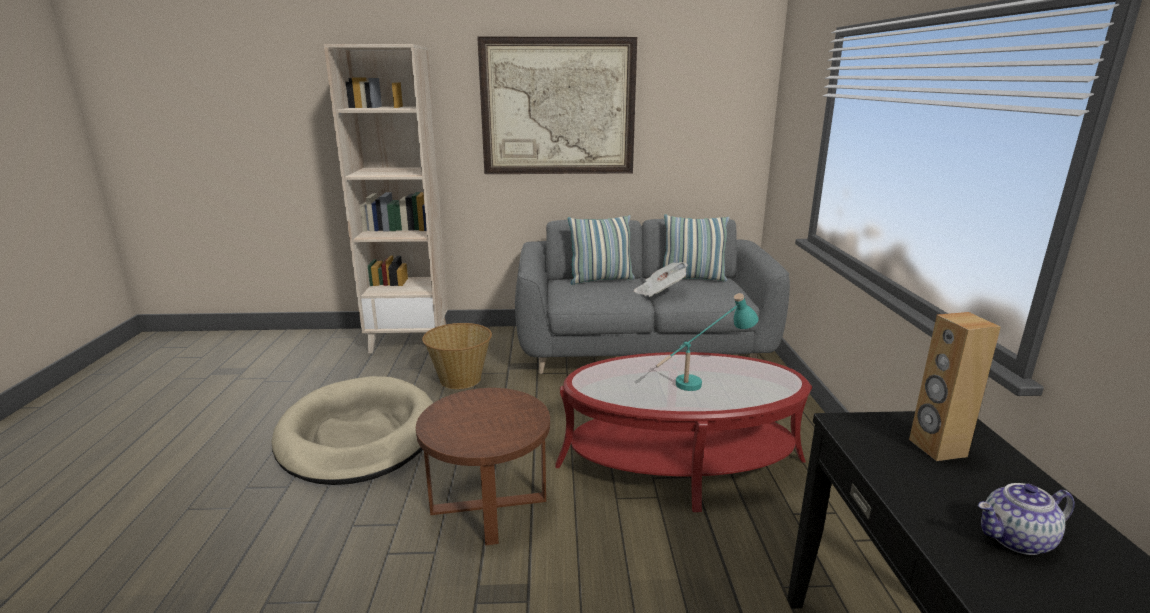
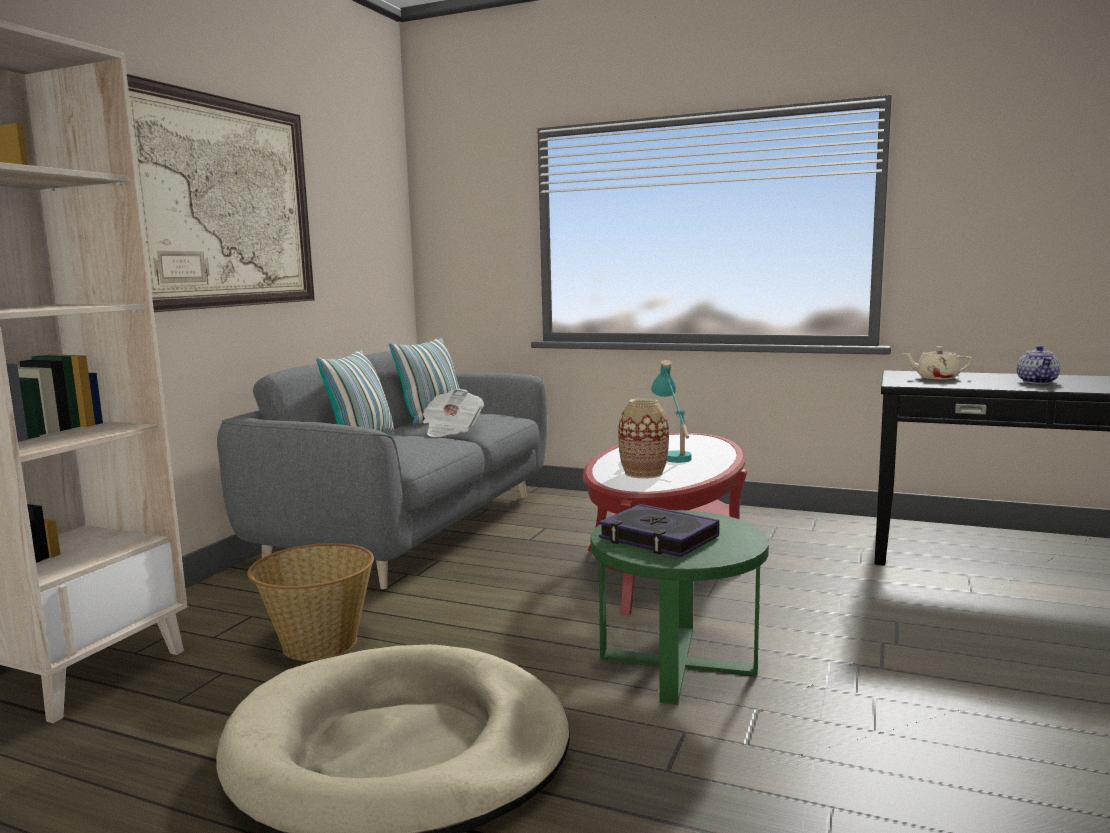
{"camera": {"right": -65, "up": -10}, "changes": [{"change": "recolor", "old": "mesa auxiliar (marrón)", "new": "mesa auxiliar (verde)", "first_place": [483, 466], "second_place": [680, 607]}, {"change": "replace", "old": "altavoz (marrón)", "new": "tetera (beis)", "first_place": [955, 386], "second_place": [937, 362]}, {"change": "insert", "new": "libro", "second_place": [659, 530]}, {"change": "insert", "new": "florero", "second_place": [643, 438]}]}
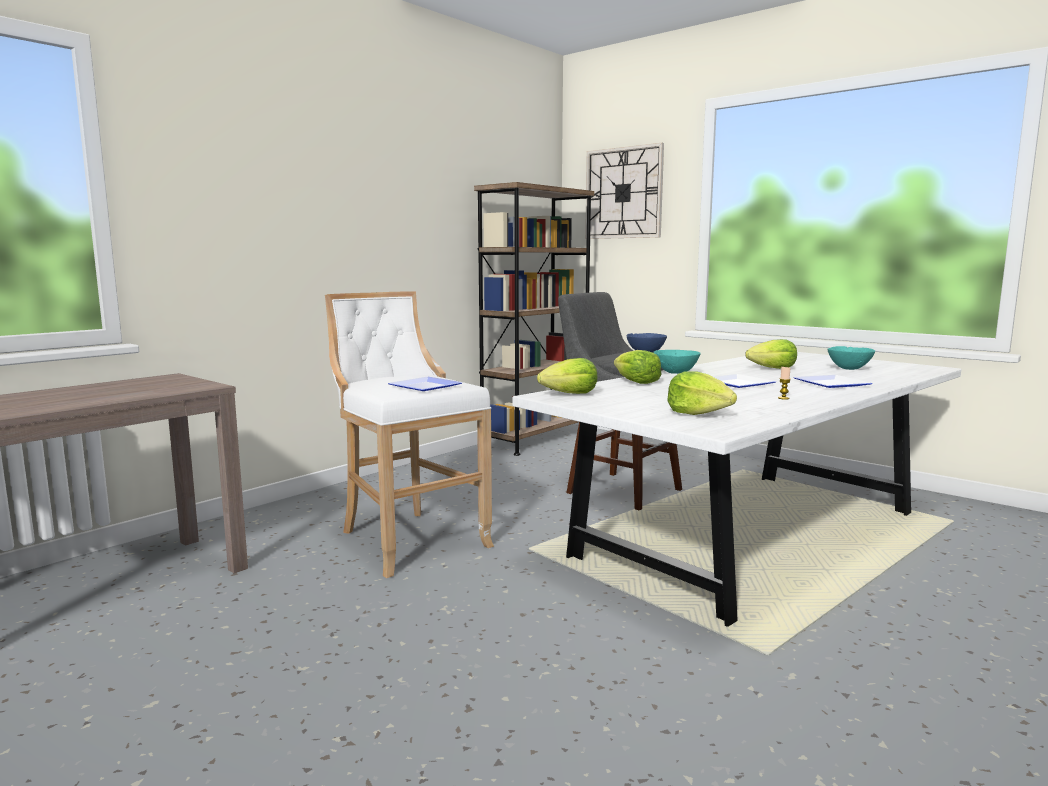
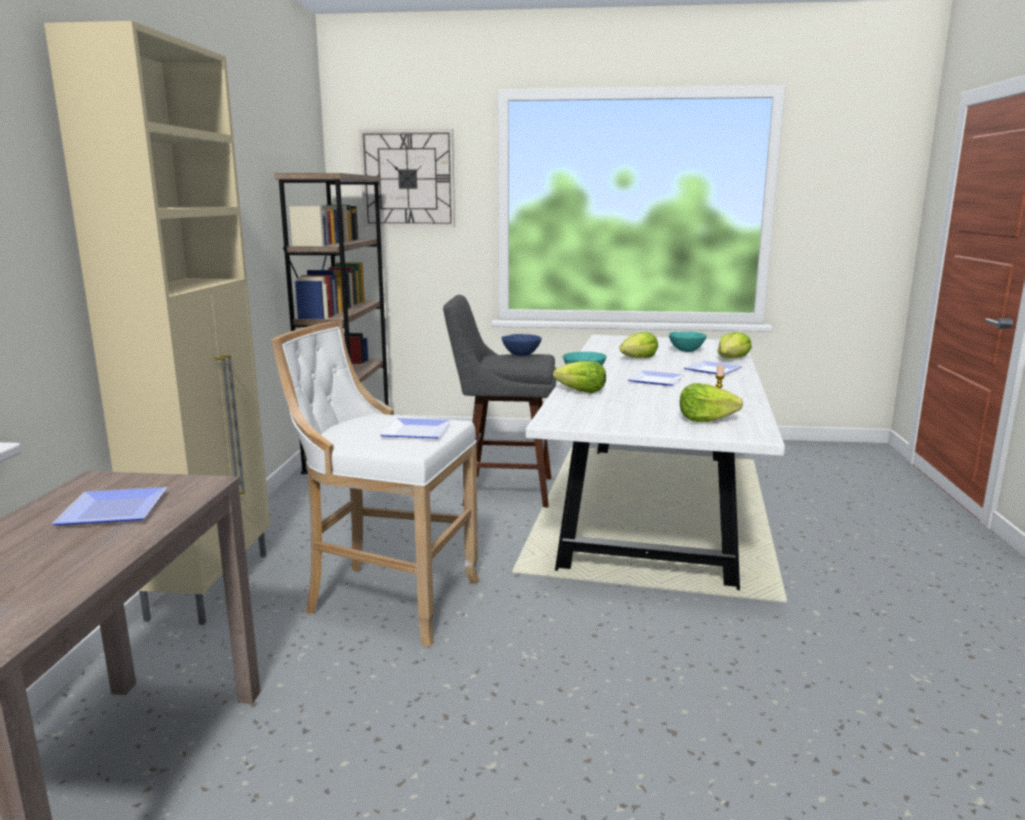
{"camera": {"right": -35, "up": 5}, "changes": [{"change": "move", "old": "lechuga", "first_place": [567, 376], "second_place": [734, 345]}, {"change": "insert", "new": "armario (beis)", "second_place": [157, 323]}, {"change": "insert", "new": "plato", "second_place": [109, 506]}]}
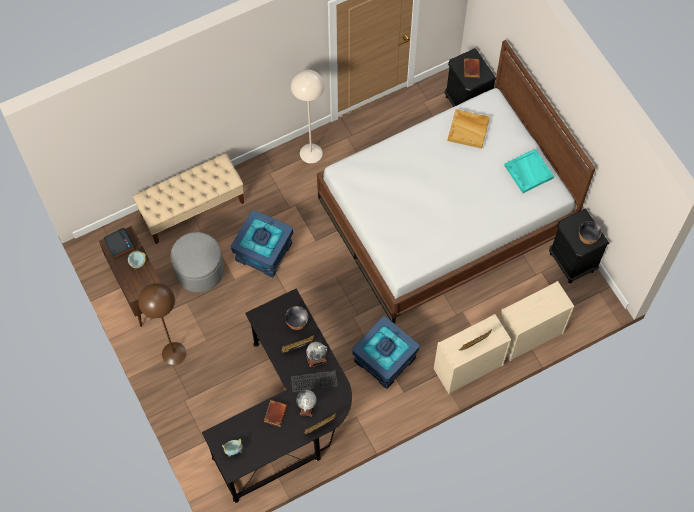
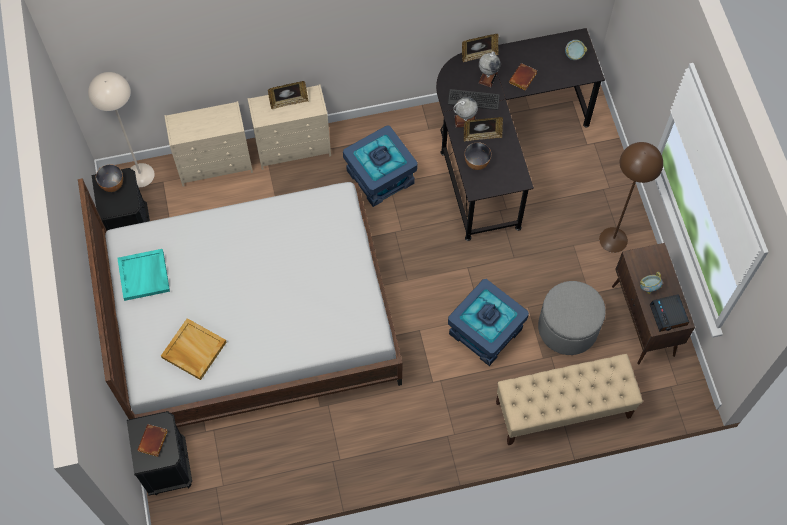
{"camera": {"right": -165, "up": 0}, "changes": [{"change": "move", "old": "lámpara de pie (beis)", "first_place": [308, 116], "second_place": [121, 129]}]}
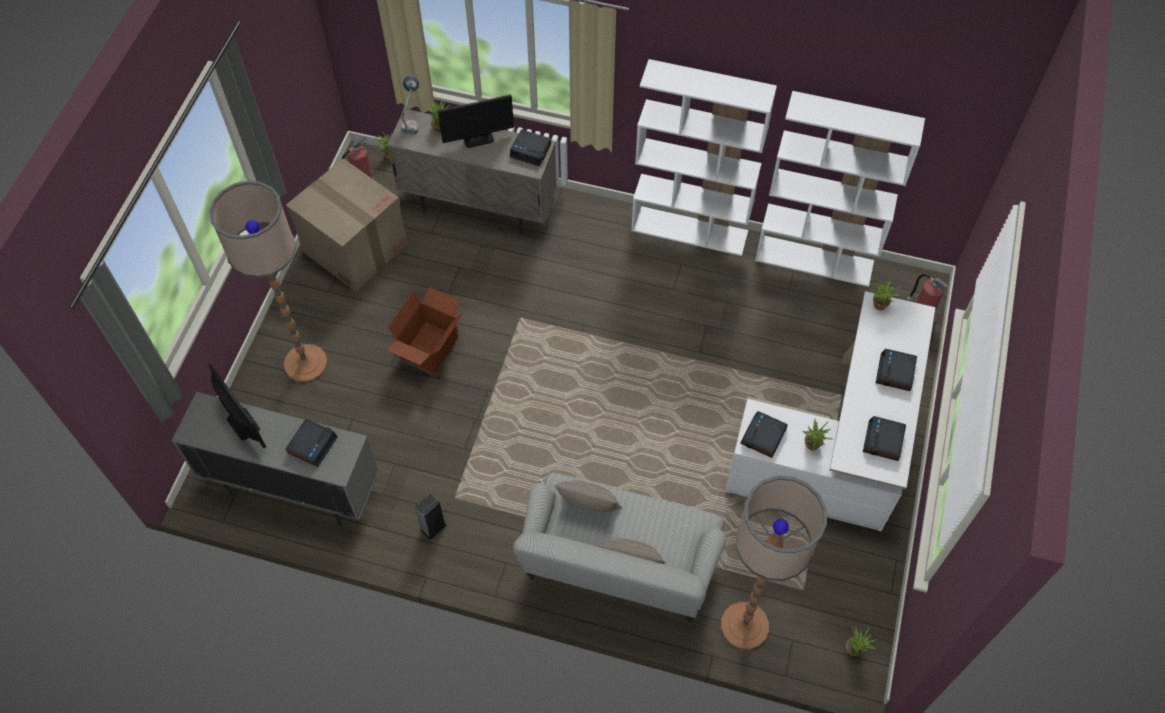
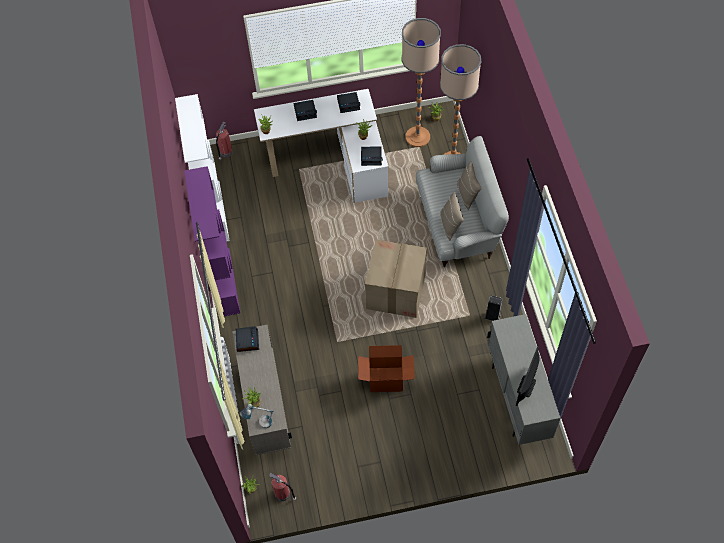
{"camera": {"right": -115, "up": 0}, "changes": [{"change": "move", "old": "lámpara de pie", "first_place": [268, 281], "second_place": [421, 82]}, {"change": "move", "old": "caja de cartón", "first_place": [347, 225], "second_place": [396, 279]}, {"change": "delete", "old": "despertador", "first_place": [311, 443]}, {"change": "delete", "old": "monitor", "first_place": [476, 121]}, {"change": "recolor", "old": "estantería (blanco)", "new": "estantería (morado)", "first_place": [704, 157], "second_place": [212, 241]}]}
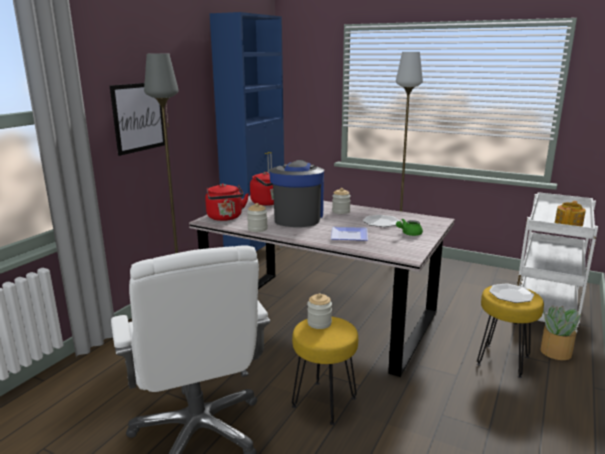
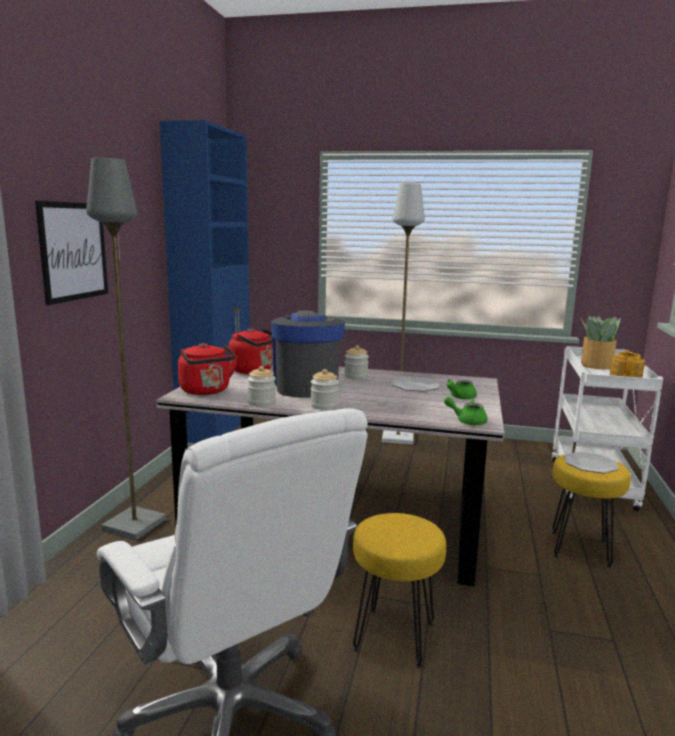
{"camera": {"right": -15, "up": -5}, "changes": [{"change": "move", "old": "tarro", "first_place": [319, 311], "second_place": [324, 389]}, {"change": "delete", "old": "plato", "first_place": [349, 234]}, {"change": "move", "old": "planta en maceta", "first_place": [560, 333], "second_place": [600, 342]}, {"change": "insert", "new": "tetera (verde)", "second_place": [466, 411]}]}
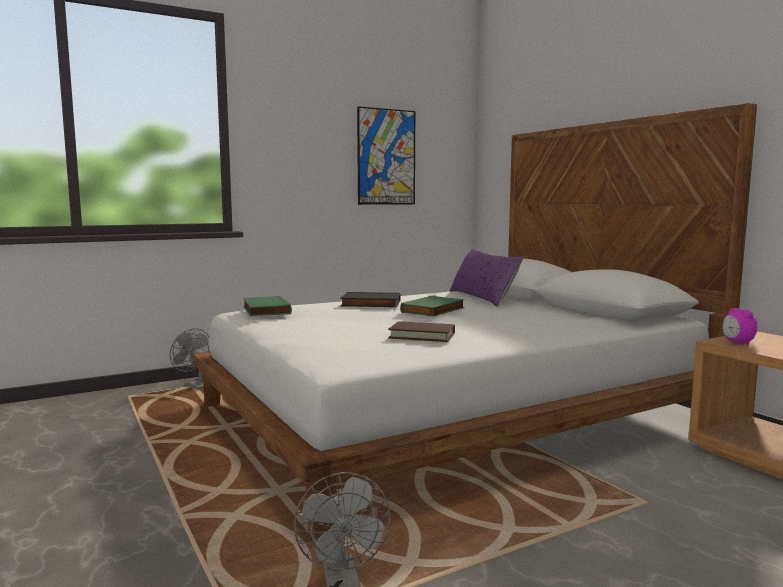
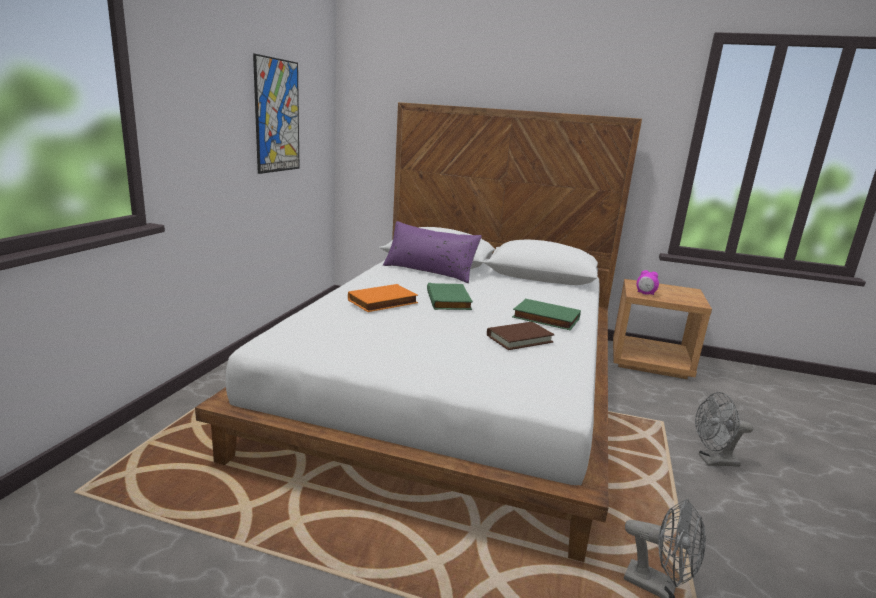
{"camera": {"right": -45, "up": 10}, "changes": [{"change": "move", "old": "ventilador (gris)", "first_place": [190, 359], "second_place": [724, 429]}, {"change": "move", "old": "libro (verde)", "first_place": [267, 306], "second_place": [546, 314]}, {"change": "recolor", "old": "libro (negro)", "new": "libro (naranja)", "first_place": [370, 299], "second_place": [383, 298]}]}
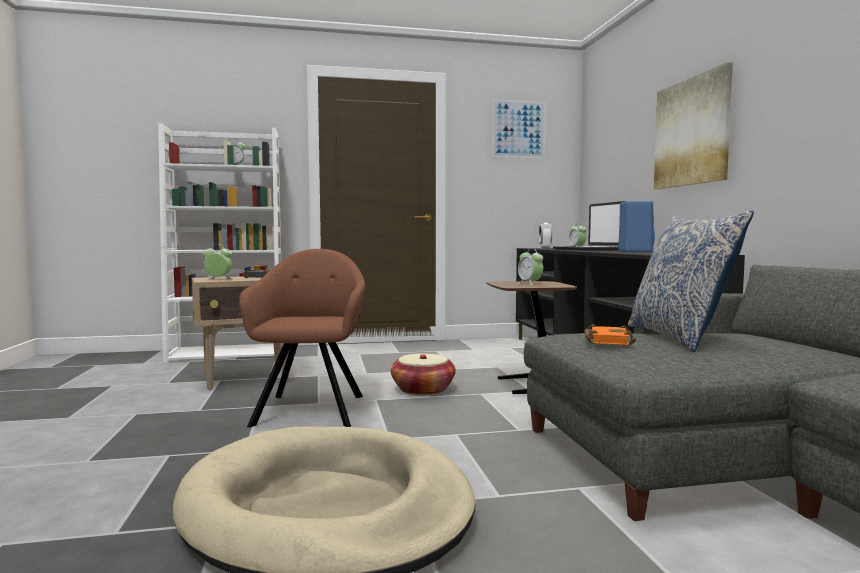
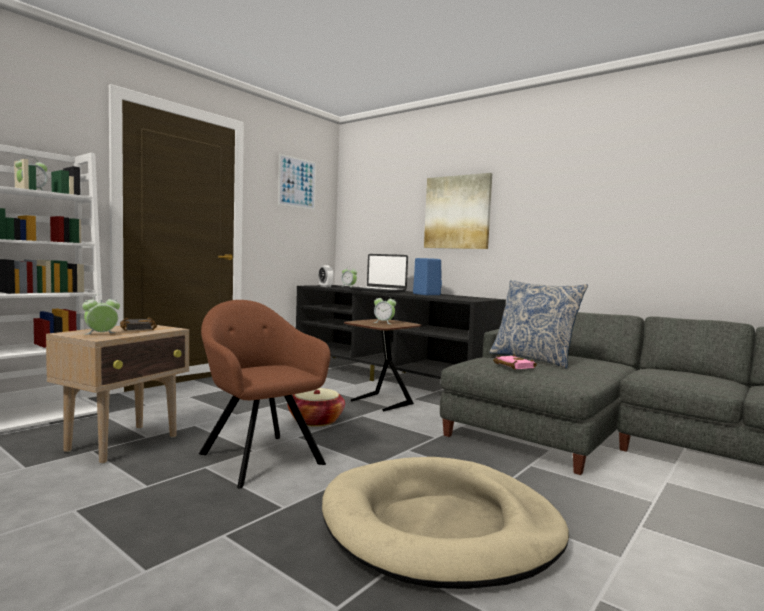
{"camera": {"right": -40, "up": 0}, "changes": [{"change": "recolor", "old": "libro (naranja)", "new": "libro (rosa)", "first_place": [610, 335], "second_place": [515, 362]}]}
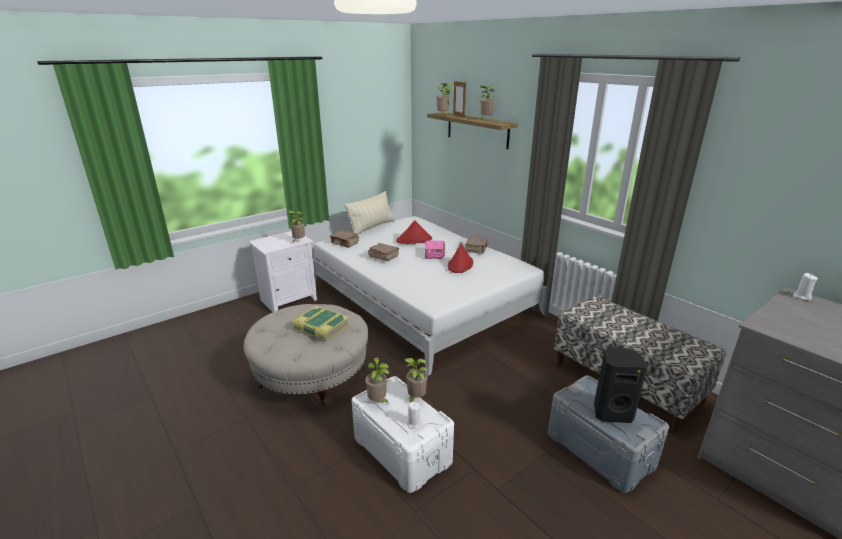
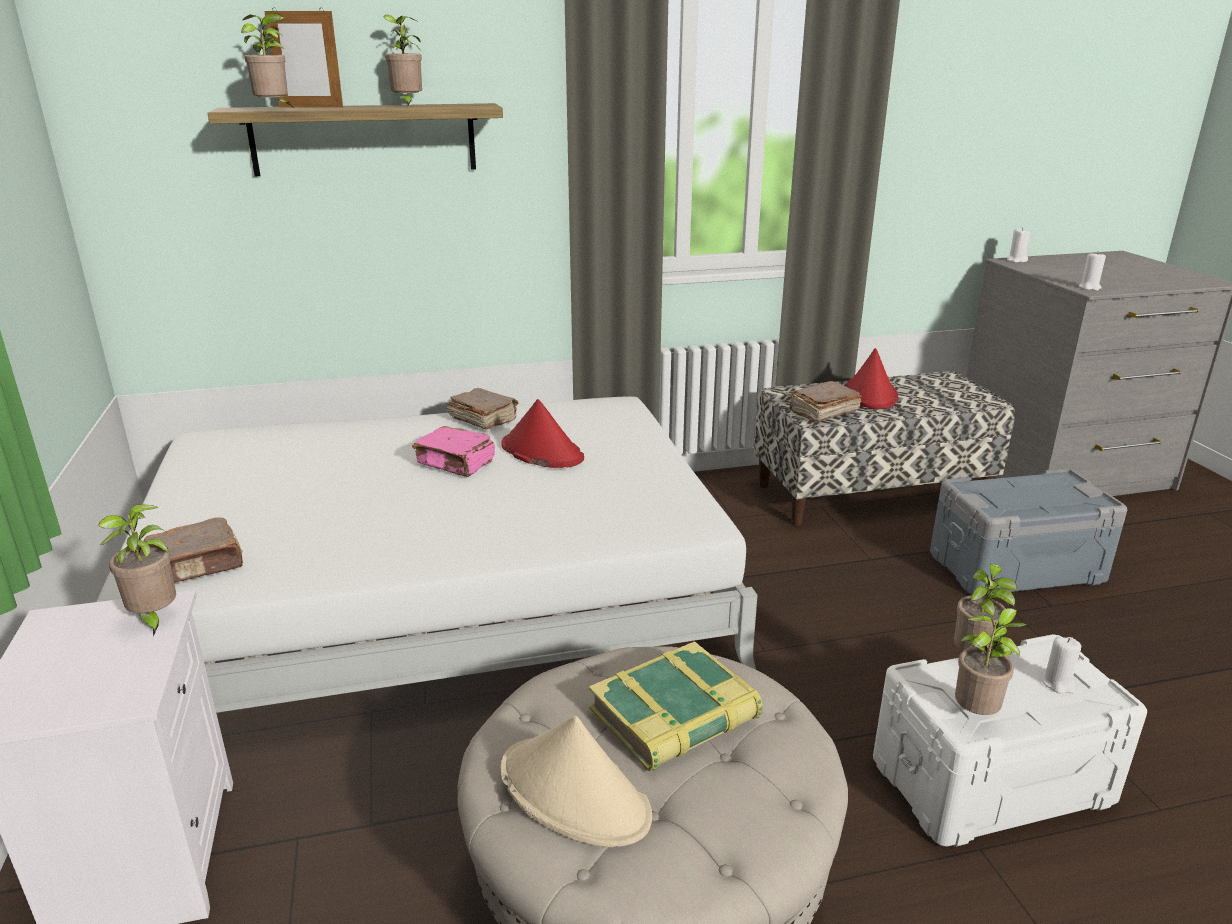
{"camera": {"right": -65, "up": 0}, "changes": [{"change": "delete", "old": "cojín (beis)", "first_place": [369, 213]}, {"change": "move", "old": "libro (marrón)", "first_place": [383, 252], "second_place": [825, 402]}, {"change": "move", "old": "sombrero (rojo)", "first_place": [414, 232], "second_place": [872, 378]}, {"change": "delete", "old": "altavoz (negro)", "first_place": [621, 385]}, {"change": "insert", "new": "sombrero (beis)", "second_place": [576, 781]}, {"change": "insert", "new": "vela (blanco)", "second_place": [1092, 271]}]}
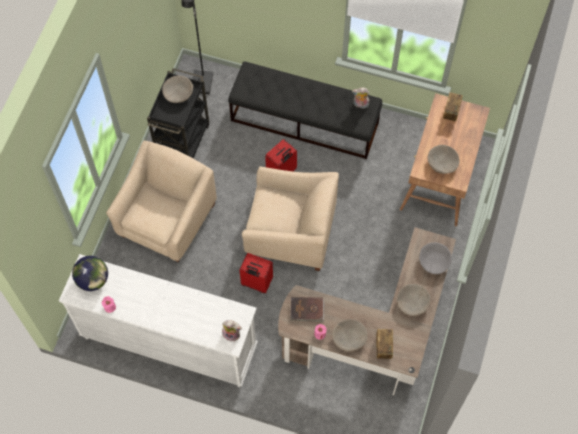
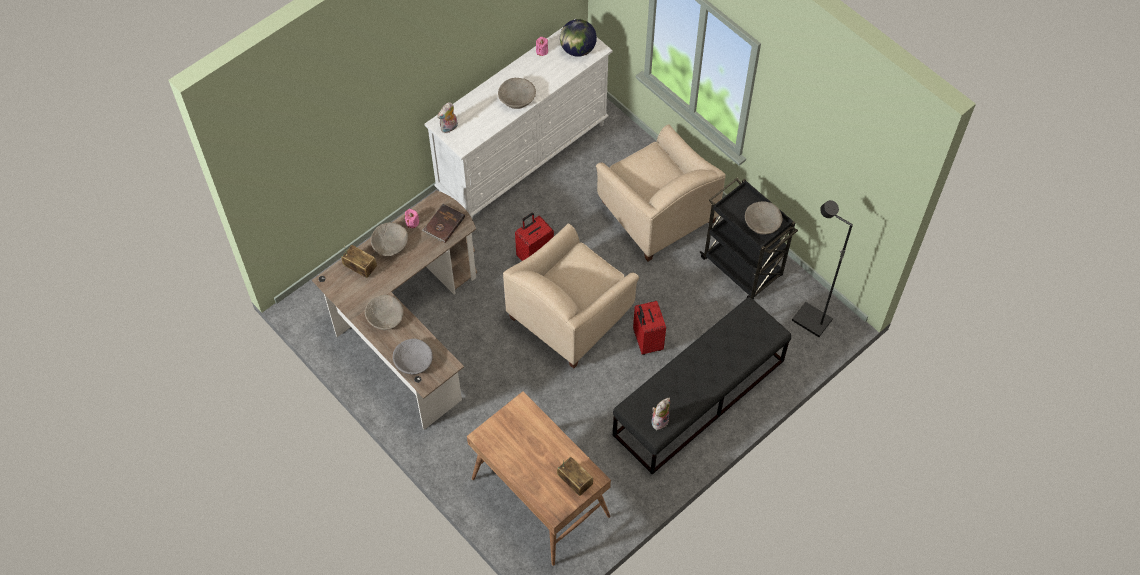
{"camera": {"right": 120, "up": -5}, "changes": [{"change": "move", "old": "cuenco (beis)", "first_place": [443, 159], "second_place": [517, 93]}]}
